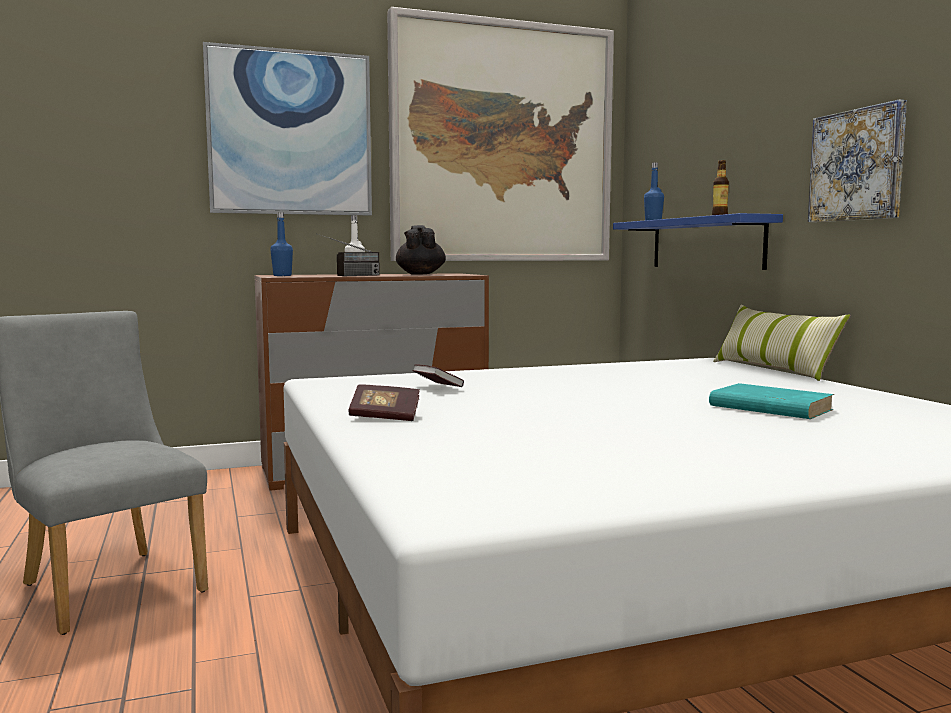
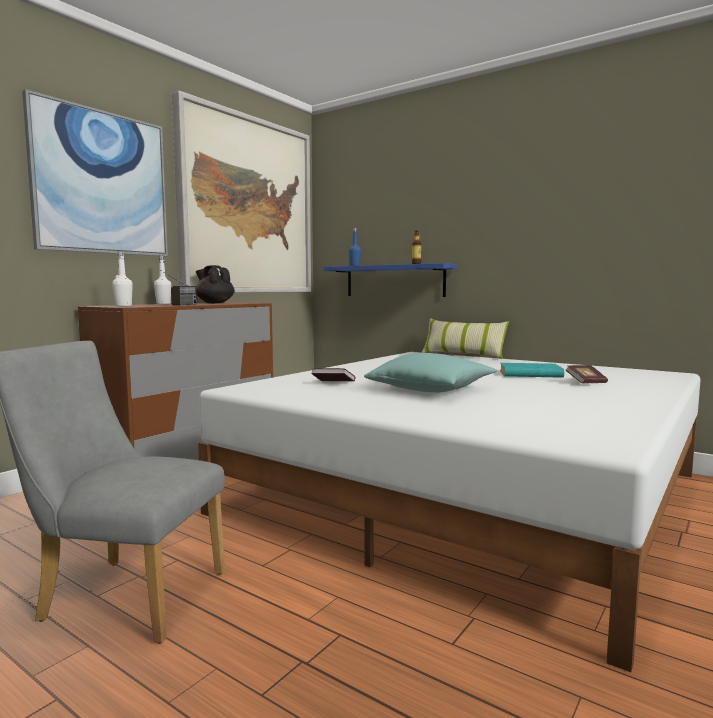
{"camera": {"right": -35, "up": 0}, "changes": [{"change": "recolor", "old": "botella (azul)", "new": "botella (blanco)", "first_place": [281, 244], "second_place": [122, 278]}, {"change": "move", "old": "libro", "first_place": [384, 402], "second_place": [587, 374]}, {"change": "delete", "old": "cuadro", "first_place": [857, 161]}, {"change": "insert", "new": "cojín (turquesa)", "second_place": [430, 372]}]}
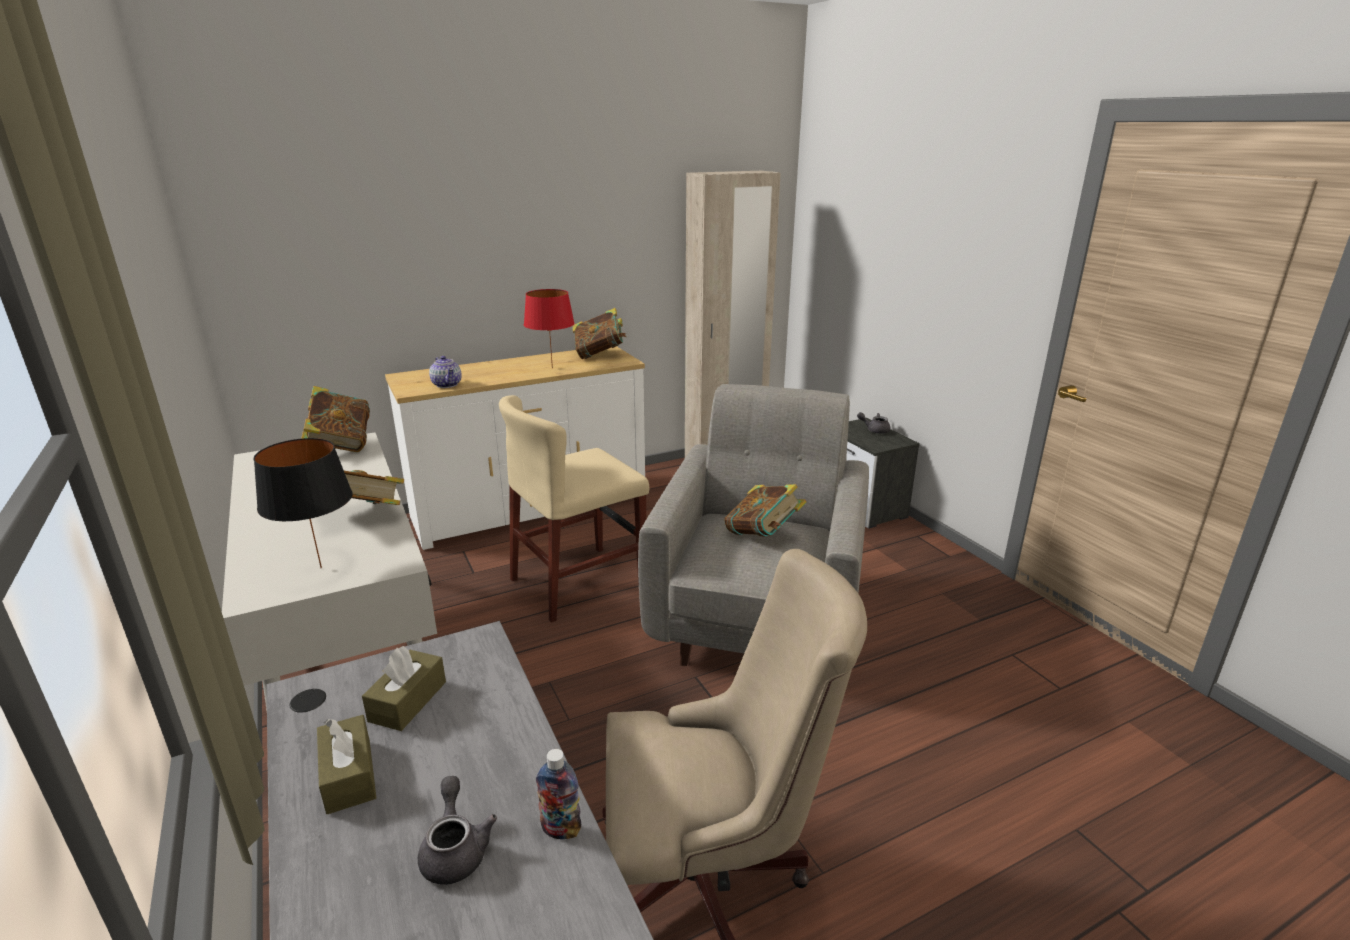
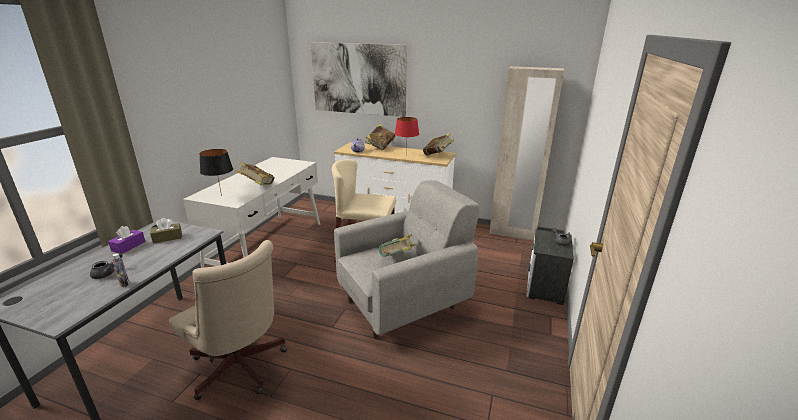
{"camera": {"right": 45, "up": 0}, "changes": [{"change": "move", "old": "libro", "first_place": [335, 419], "second_place": [380, 137]}, {"change": "recolor", "old": "caja de pañuelos (marrón)", "new": "caja de pañuelos (morado)", "first_place": [346, 764], "second_place": [126, 240]}, {"change": "insert", "new": "cuadro", "second_place": [359, 79]}]}
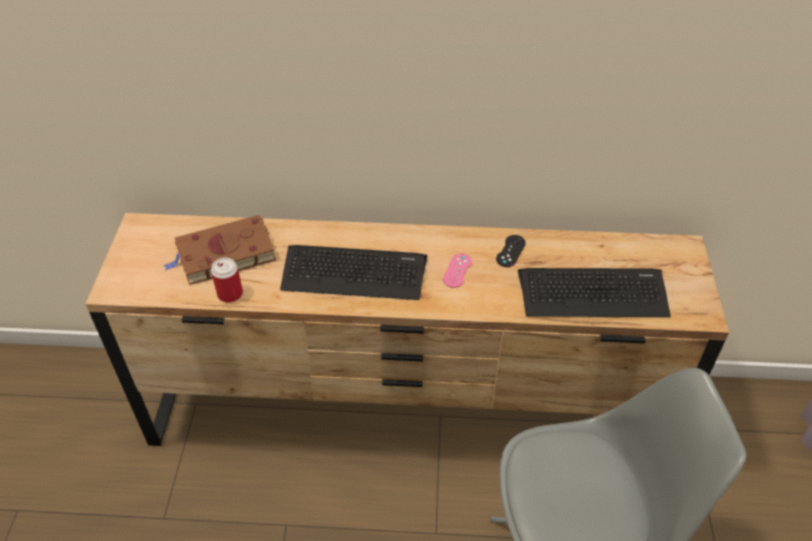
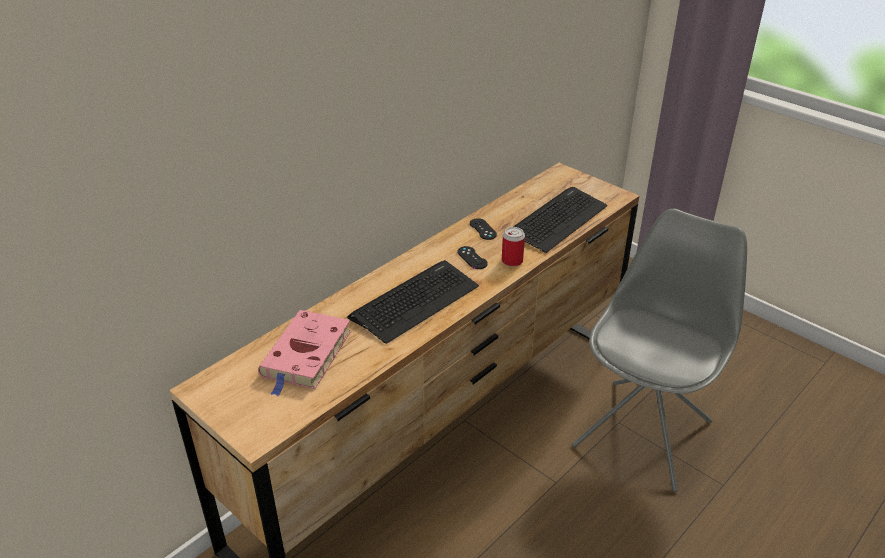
{"camera": {"right": -50, "up": -10}, "changes": [{"change": "recolor", "old": "libro (marrón)", "new": "libro (rosa)", "first_place": [219, 250], "second_place": [304, 353]}, {"change": "move", "old": "lata", "first_place": [227, 280], "second_place": [513, 247]}, {"change": "recolor", "old": "mando de consola (rosa)", "new": "mando de consola (negro)", "first_place": [457, 270], "second_place": [472, 257]}]}
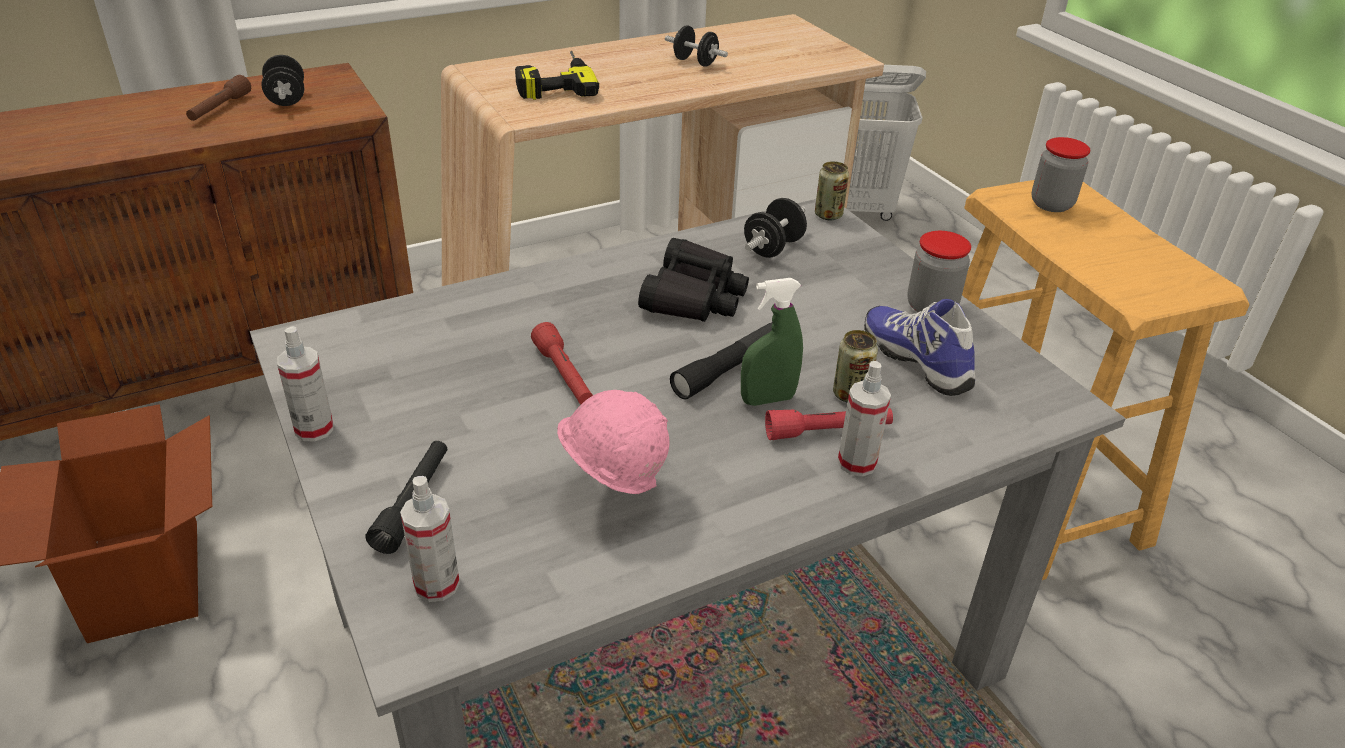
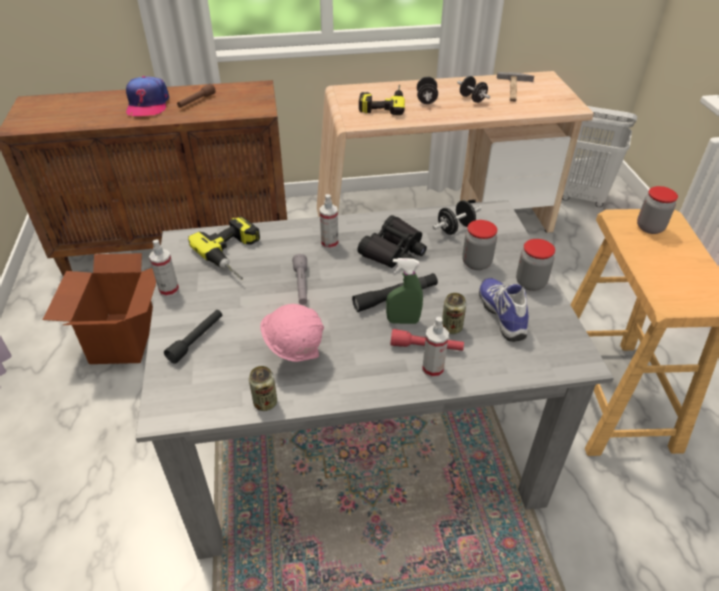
{"camera": {"right": 20, "up": 5}, "changes": [{"change": "move", "old": "mancuerna (negro)", "first_place": [282, 80], "second_place": [427, 90]}, {"change": "move", "old": "pulverizador", "first_place": [430, 539], "second_place": [329, 221]}, {"change": "recolor", "old": "linterna (rojo)", "new": "linterna (gris)", "first_place": [562, 363], "second_place": [299, 279]}, {"change": "move", "old": "lata", "first_place": [832, 190], "second_place": [263, 388]}, {"change": "insert", "new": "gorra", "second_place": [147, 96]}, {"change": "insert", "new": "taladro", "second_place": [224, 247]}, {"change": "insert", "new": "tarro", "second_place": [479, 245]}, {"change": "insert", "new": "martillo", "second_place": [515, 87]}]}
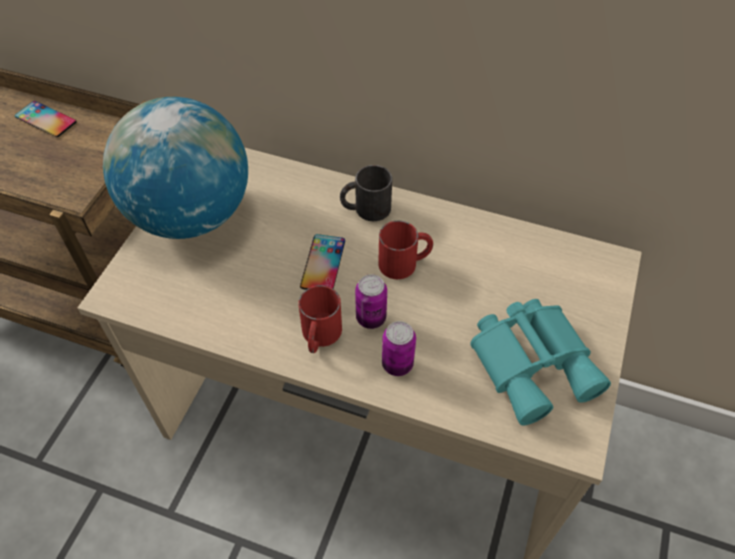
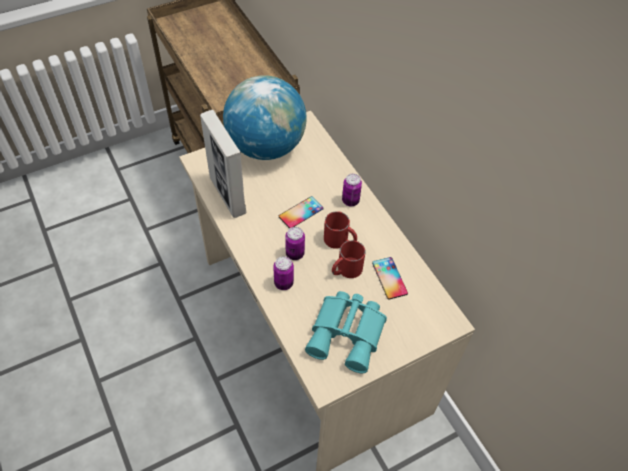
{"camera": {"right": 40, "up": 0}, "changes": [{"change": "move", "old": "móvil", "first_place": [45, 119], "second_place": [390, 278]}, {"change": "move", "old": "taza grande (rojo)", "first_place": [320, 319], "second_place": [349, 259]}, {"change": "replace", "old": "taza grande (negro)", "new": "lata", "first_place": [366, 193], "second_place": [352, 190]}, {"change": "insert", "new": "portarretratos", "second_place": [223, 164]}]}
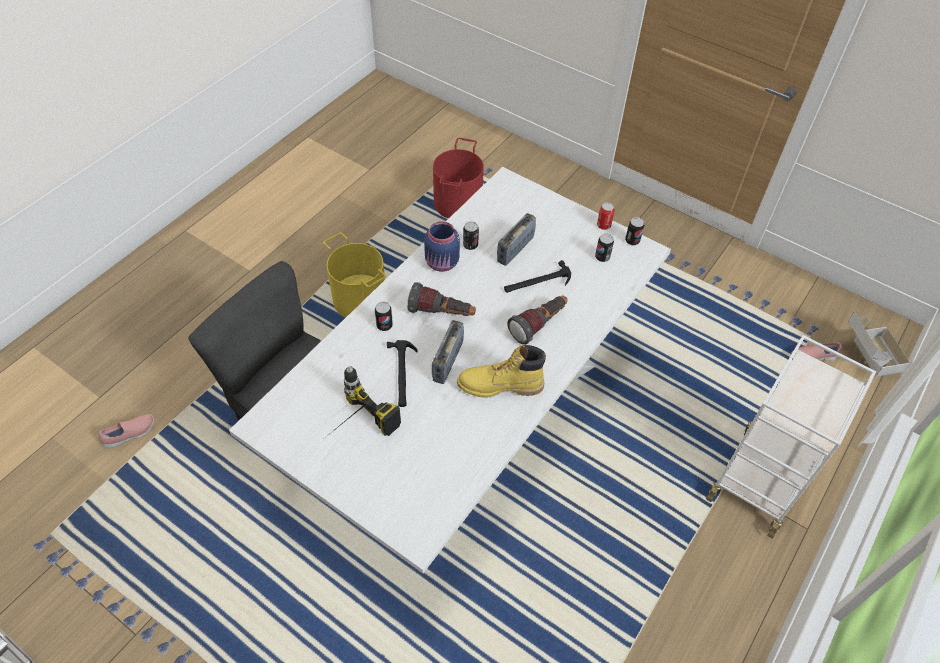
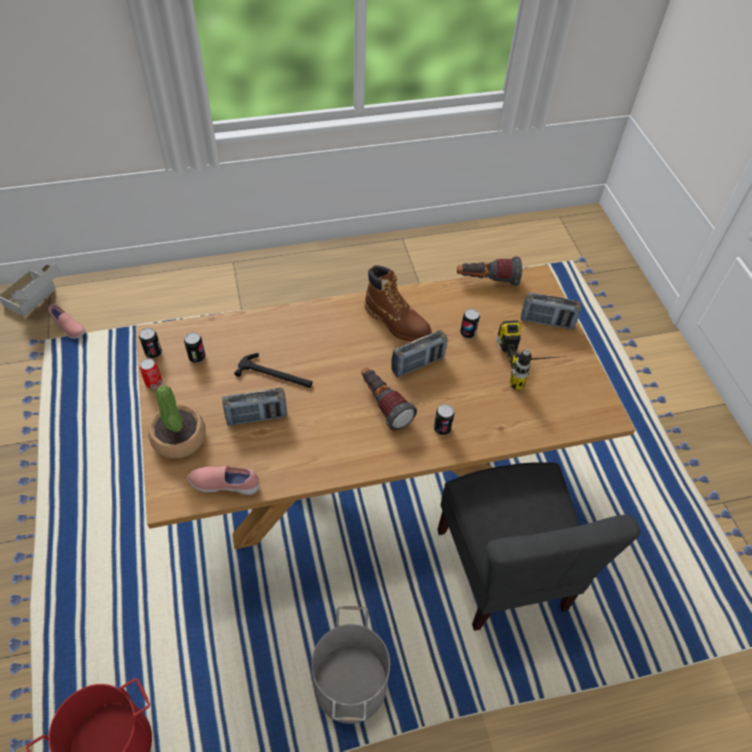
{"camera": {"right": -140, "up": 0}, "changes": [{"change": "move", "old": "zapato (rosa)", "first_place": [126, 431], "second_place": [223, 480]}, {"change": "recolor", "old": "mesa de comedor (blanco)", "new": "mesa de comedor (marrón)", "first_place": [450, 370], "second_place": [385, 406]}, {"change": "recolor", "old": "cubo (amarillo)", "new": "cubo (gris)", "first_place": [354, 275], "second_place": [350, 665]}, {"change": "delete", "old": "martillo", "first_place": [402, 373]}, {"change": "delete", "old": "tarro (azul)", "first_place": [442, 246]}, {"change": "recolor", "old": "bota (amarillo)", "new": "bota (marrón)", "first_place": [501, 371], "second_place": [398, 303]}, {"change": "move", "old": "lata", "first_place": [471, 235], "second_place": [470, 323]}, {"change": "move", "old": "linterna", "first_place": [537, 320], "second_place": [489, 271]}, {"change": "delete", "old": "carrito (blanco)", "first_place": [791, 436]}, {"change": "insert", "new": "planta en maceta", "second_place": [177, 422]}, {"change": "insert", "new": "radio", "second_place": [551, 310]}]}
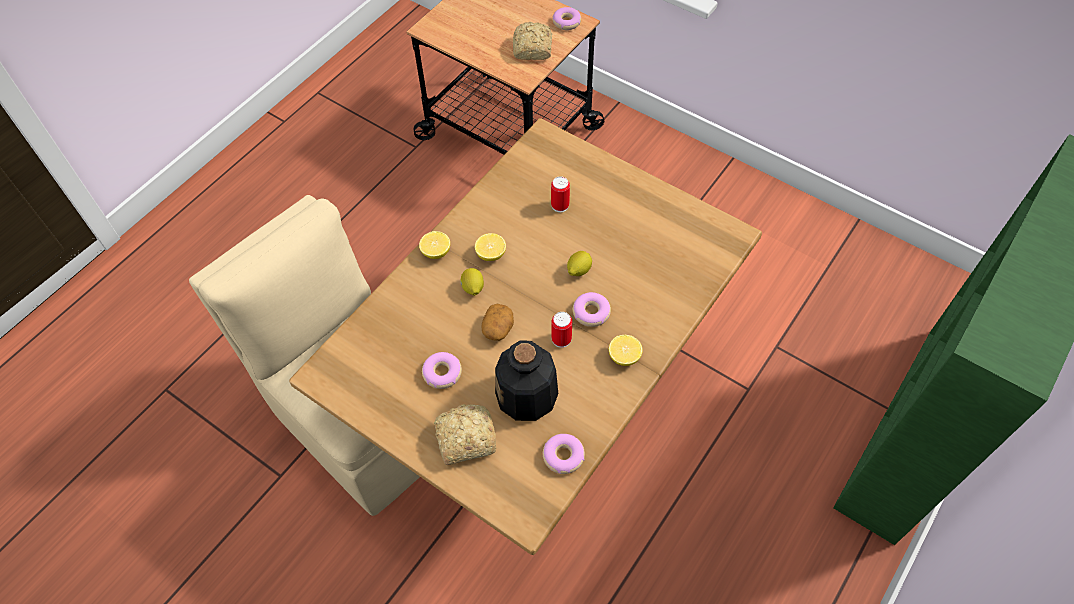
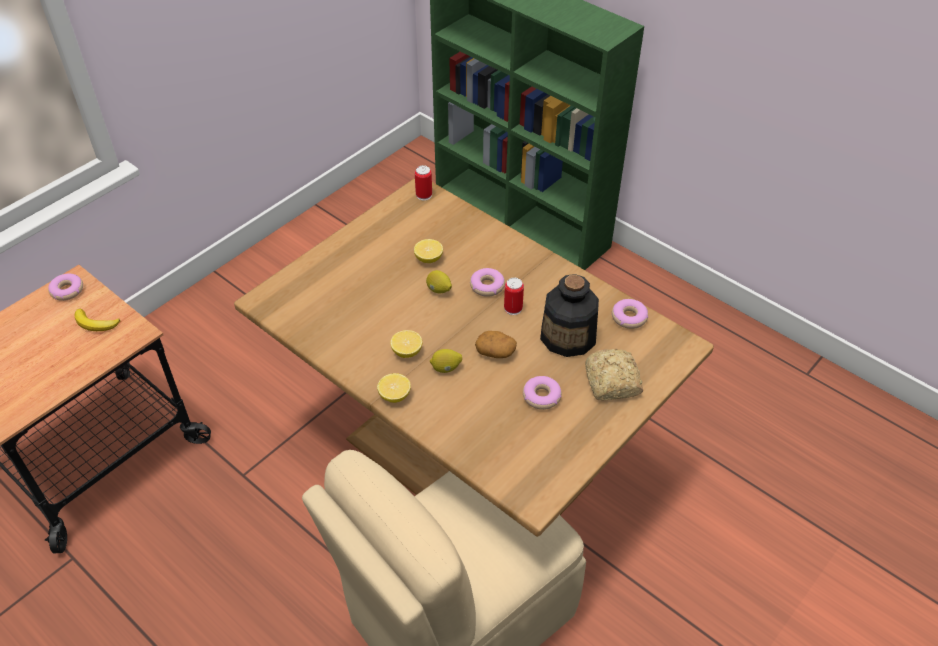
{"camera": {"right": -85, "up": -10}, "changes": [{"change": "replace", "old": "pan", "new": "plátano", "first_place": [532, 41], "second_place": [97, 320]}, {"change": "move", "old": "lata", "first_place": [560, 194], "second_place": [423, 183]}, {"change": "move", "old": "limón", "first_place": [626, 350], "second_place": [428, 251]}]}
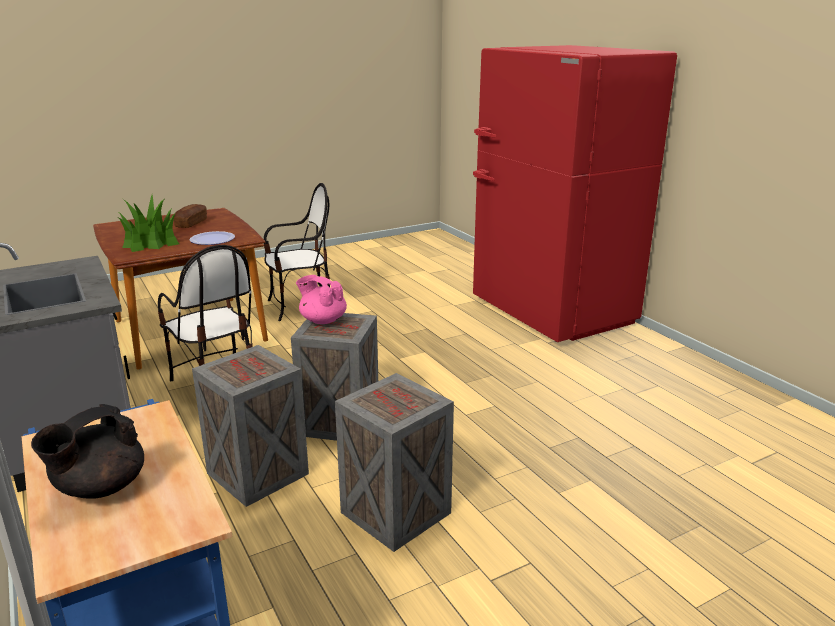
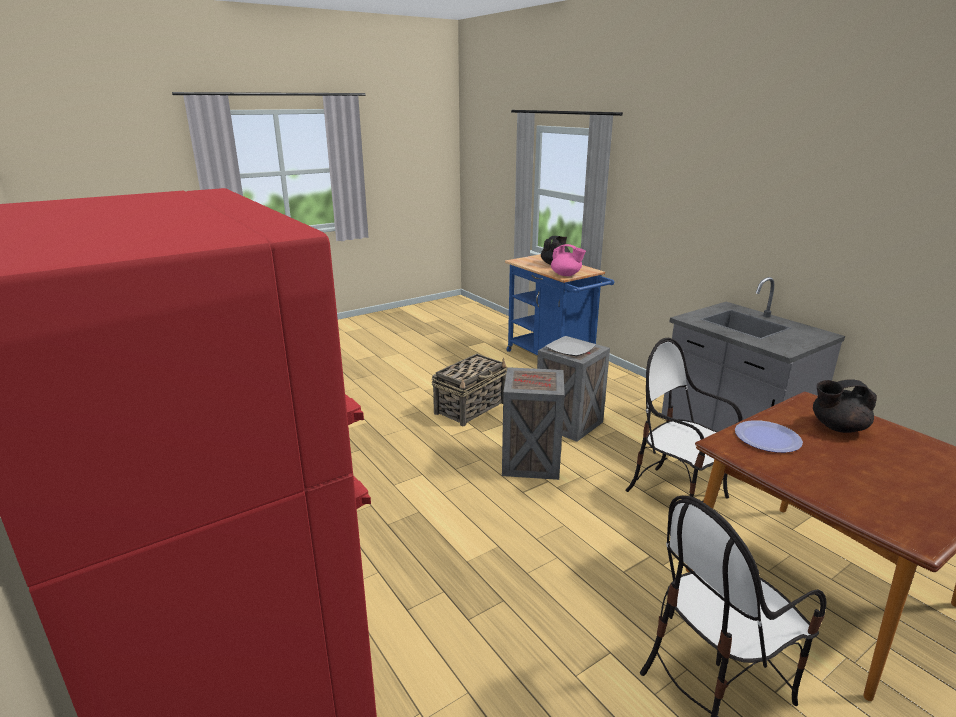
{"camera": {"right": 175, "up": 0}, "changes": [{"change": "replace", "old": "planta en maceta", "new": "tetera (negro)", "first_place": [148, 223], "second_place": [845, 406]}, {"change": "delete", "old": "pan", "first_place": [190, 216]}, {"change": "move", "old": "tetera (rosa)", "first_place": [321, 299], "second_place": [568, 260]}, {"change": "replace", "old": "caja de embalaje", "new": "cesta", "first_place": [394, 462], "second_place": [469, 390]}, {"change": "insert", "new": "plato", "second_place": [570, 346]}]}
